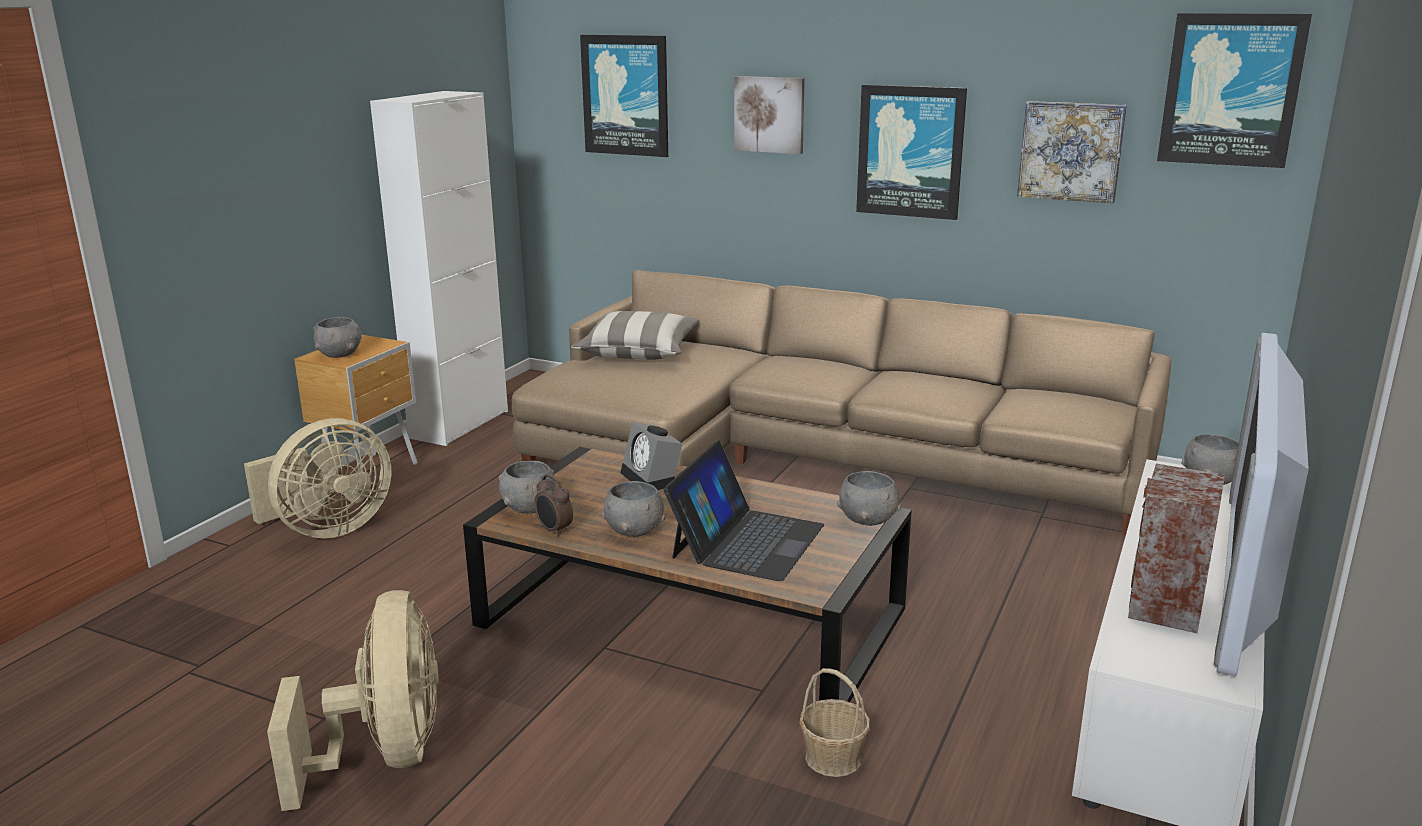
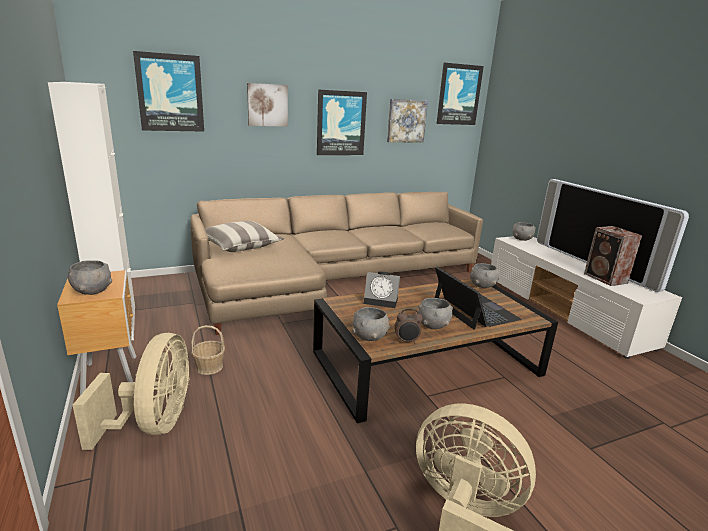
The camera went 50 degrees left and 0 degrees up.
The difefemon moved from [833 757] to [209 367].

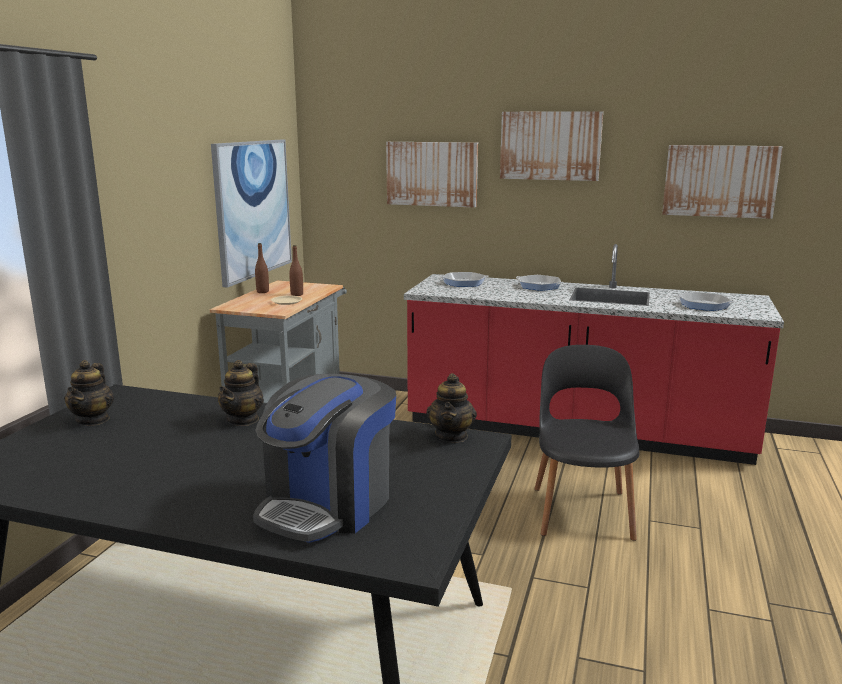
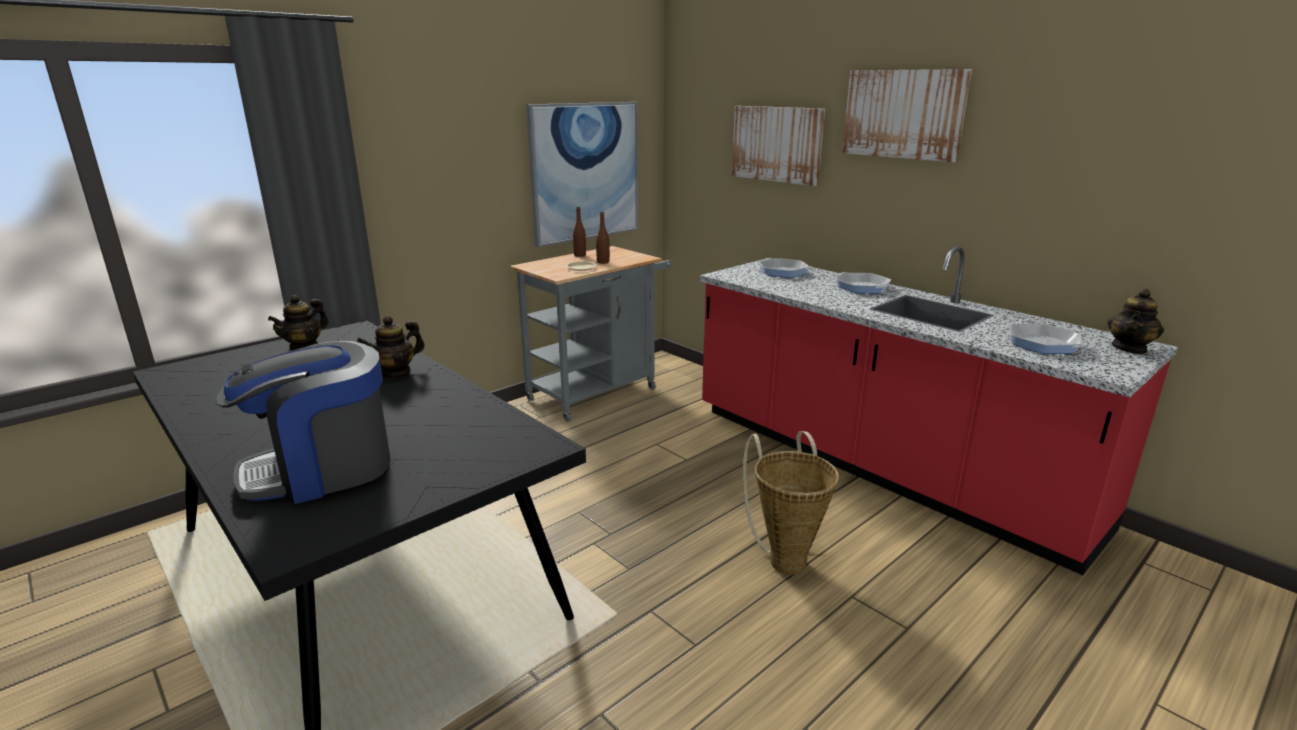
The camera went 30 degrees right and 5 degrees up.
The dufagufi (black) at [582 510] was replaced by the difefemon at [785 557].
The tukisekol moved from [451 436] to [1129 348].
The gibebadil at [720 181] disappeared.

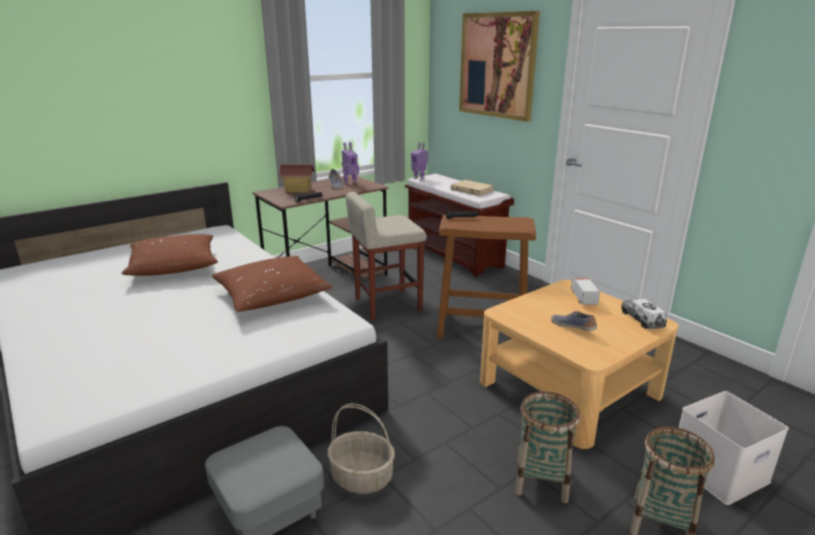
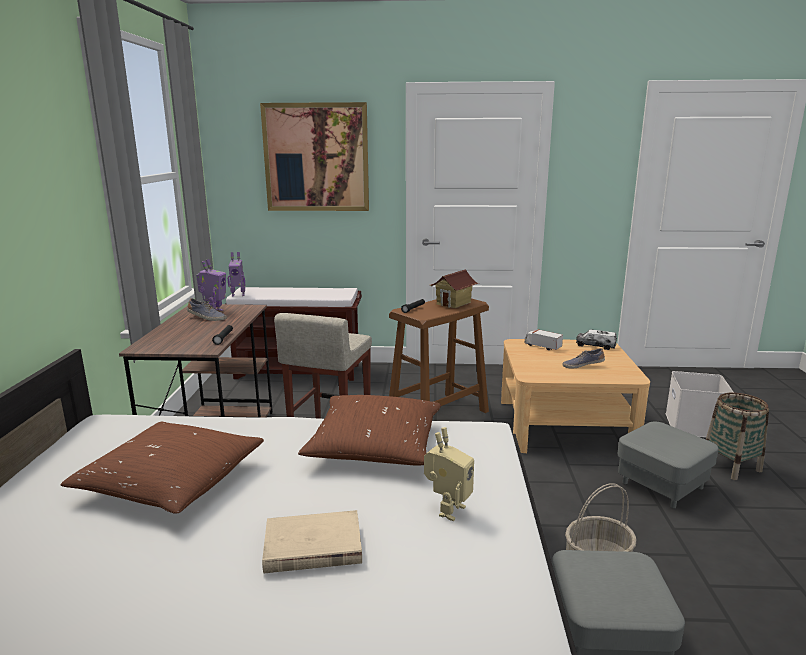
The camera went 50 degrees left and 5 degrees down.
The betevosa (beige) moved from [472 190] to [312 547].
The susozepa at [447 509] appeared.
The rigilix moved from [298 190] to [454 303].
The difefemon at [541 480] was replaced by the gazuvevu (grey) at [661 485].

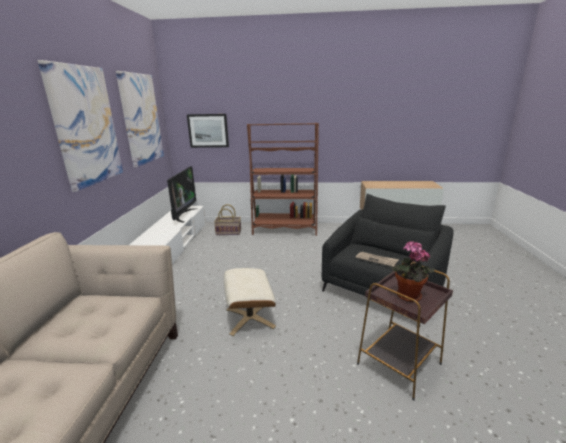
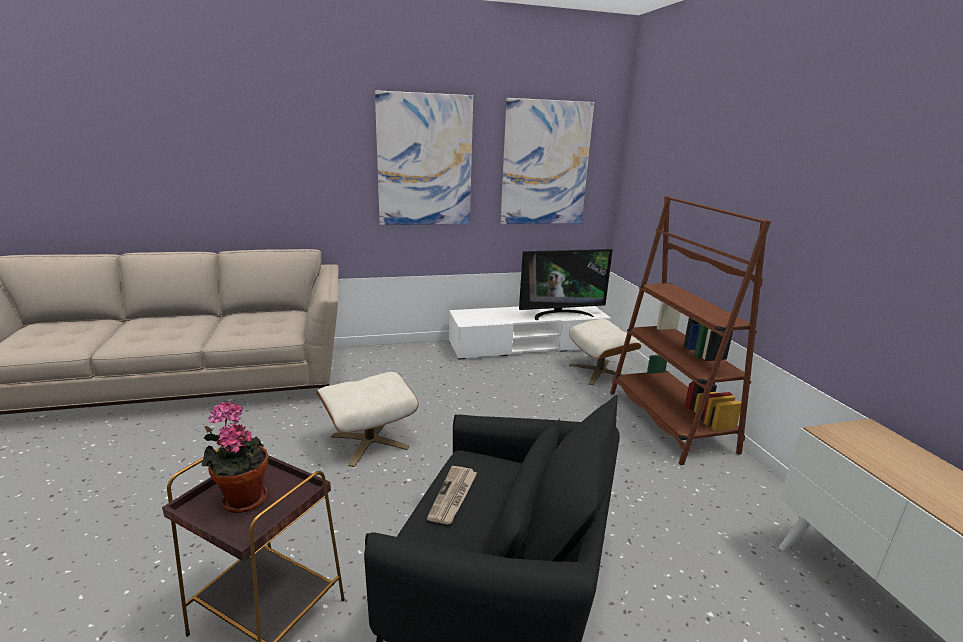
The camera went 70 degrees right and 0 degrees up.
The difefemon at [229 232] was replaced by the gazuvevu (beige) at [599 372].
The gibebadil at [208 130] disappeared.

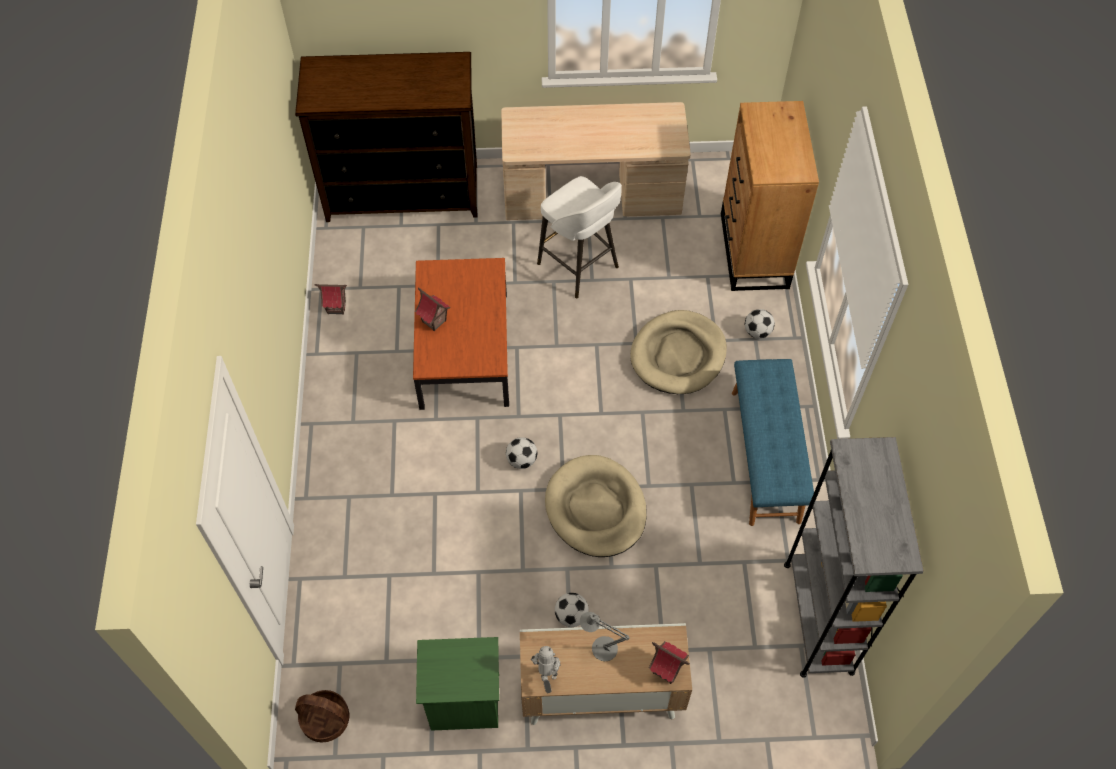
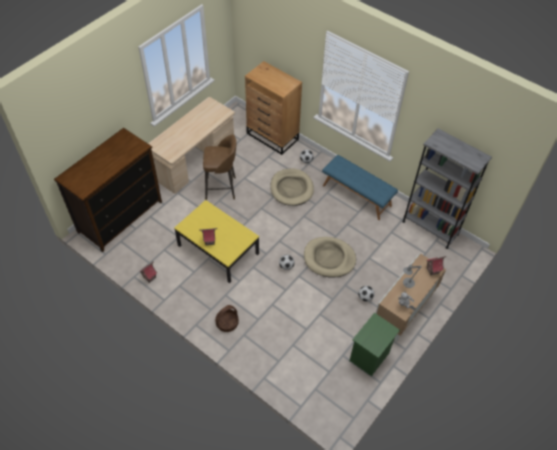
The camera went 50 degrees left and 5 degrees down.
The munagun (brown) at [464 350] became the munagun (yellow) at [218 249].
The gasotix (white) at [579 267] became the gasotix (brown) at [222 188].
The difefemon moved from [325 720] to [227 323].

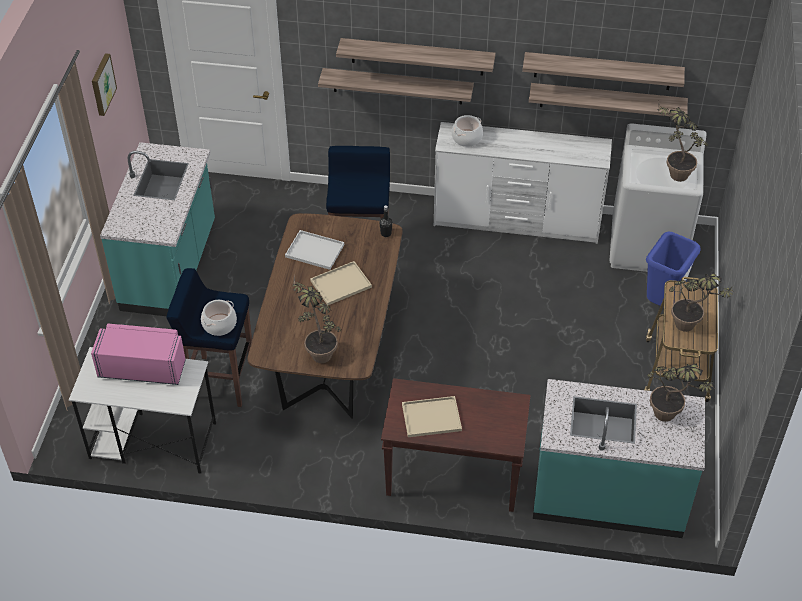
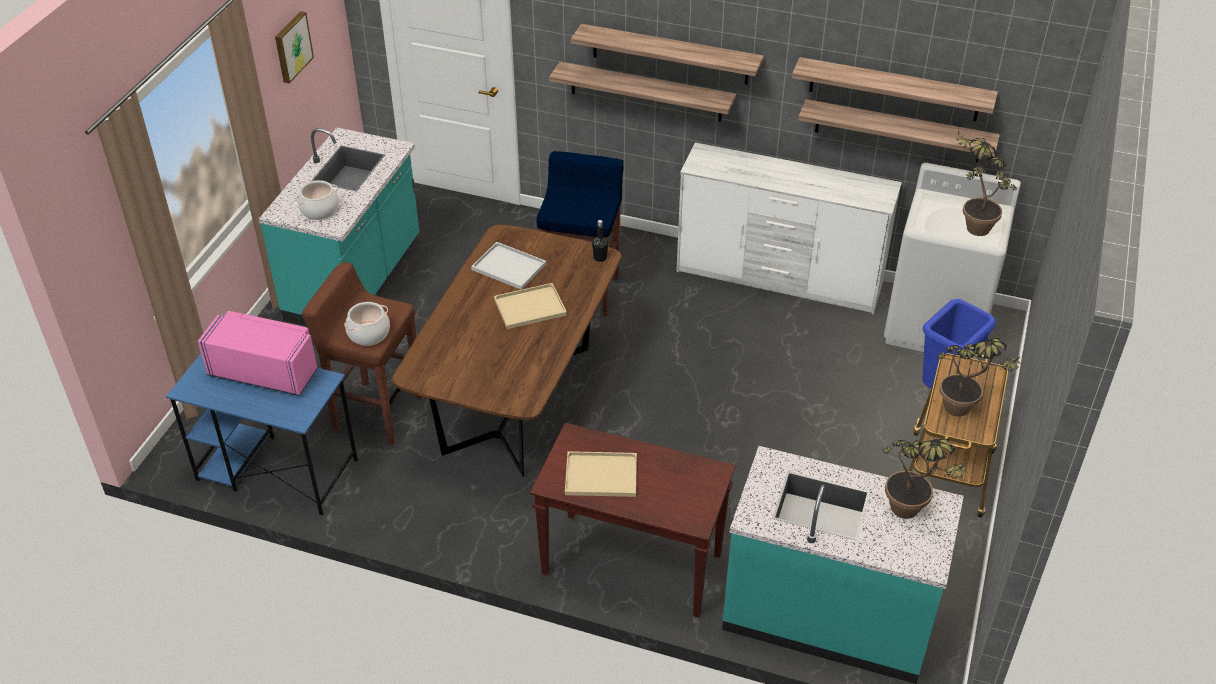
The camera went 10 degrees right and 5 degrees down.
The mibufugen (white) at [152 441] became the mibufugen (blue) at [276 470].
The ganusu moved from [466 138] to [319 210].
The gasotix (blue) at [220 381] became the gasotix (brown) at [376 413].
The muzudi at [317 351] disappeared.

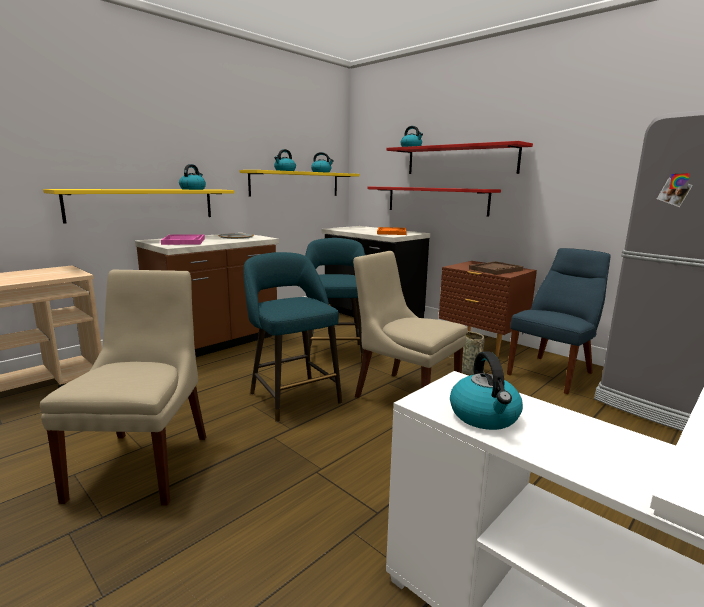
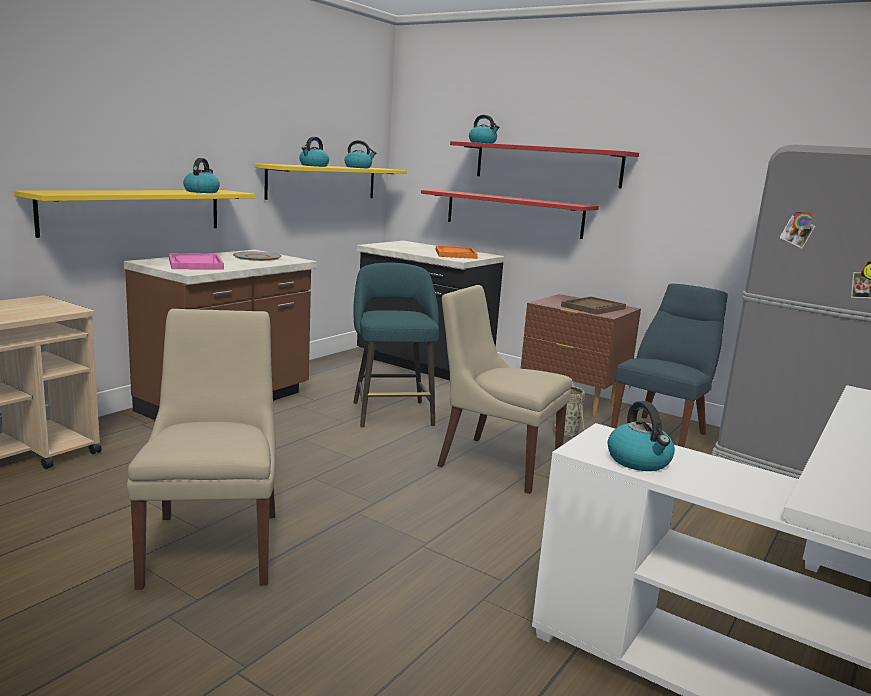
The camera went 10 degrees left and 0 degrees up.
The gasotix (turquoise) at [292 396] disappeared.

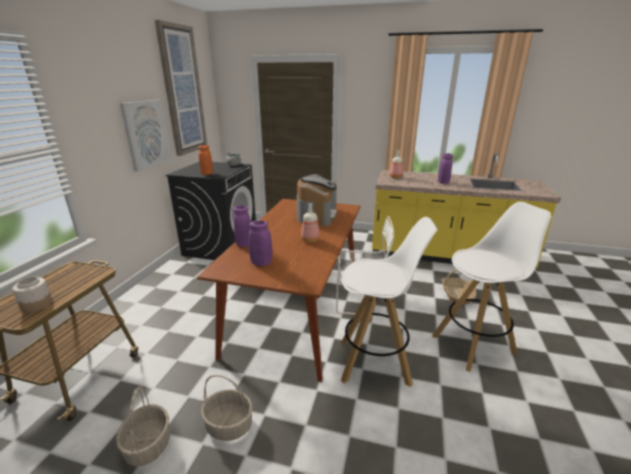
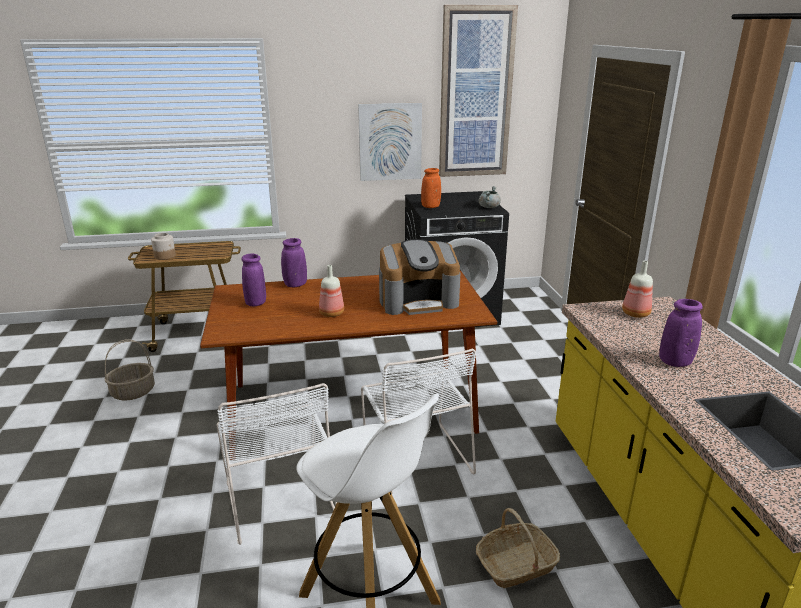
The camera went 65 degrees right and 0 degrees up.
The gasotix (white) at [375 362] was replaced by the dufagufi (white) at [279 495].
The difefemon at [228 425] disappeared.

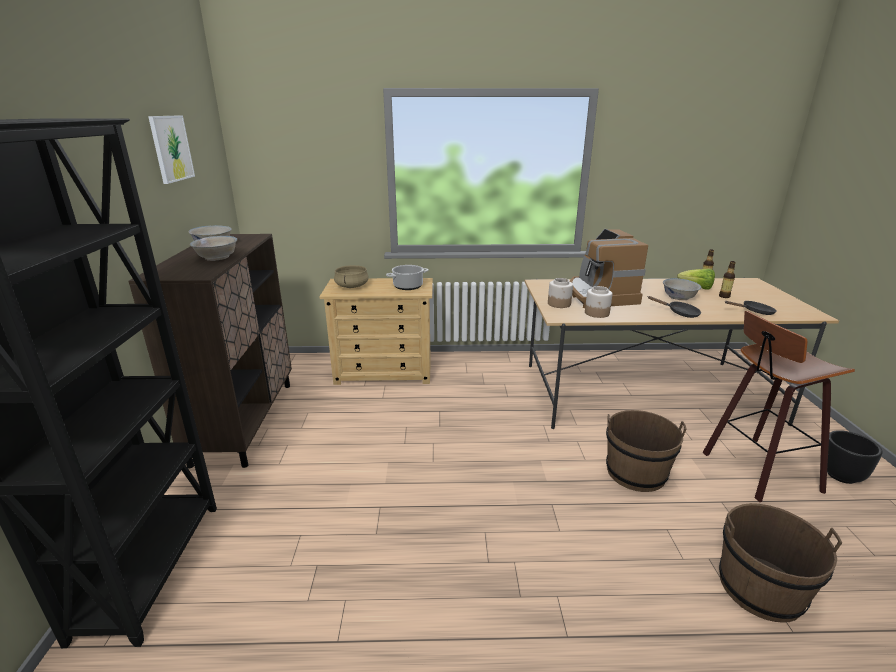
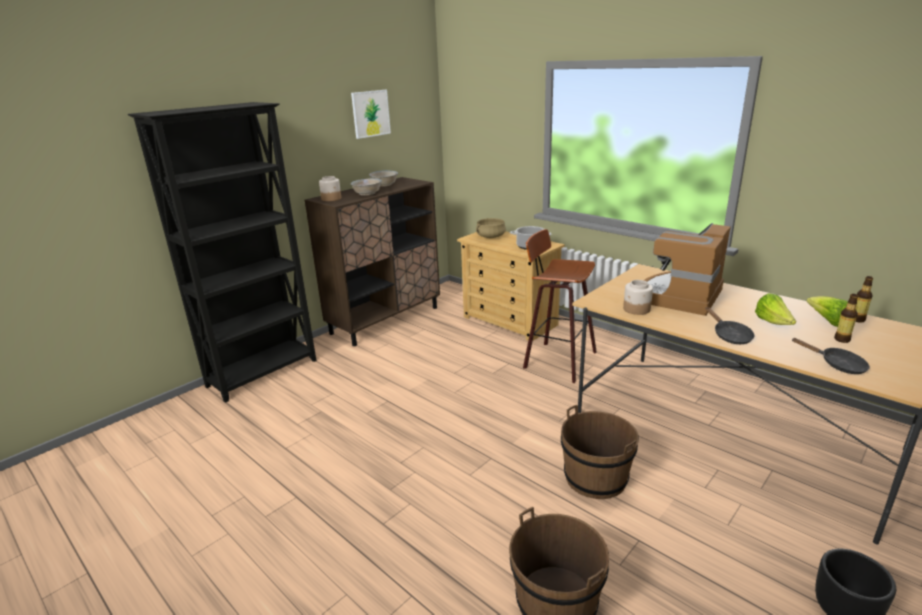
The camera went 45 degrees right and 0 degrees up.
The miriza moved from [559 304] to [331 199].
The gasotix moved from [756 470] to [557 360].
The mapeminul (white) at [678 297] was replaced by the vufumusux at [773 323].

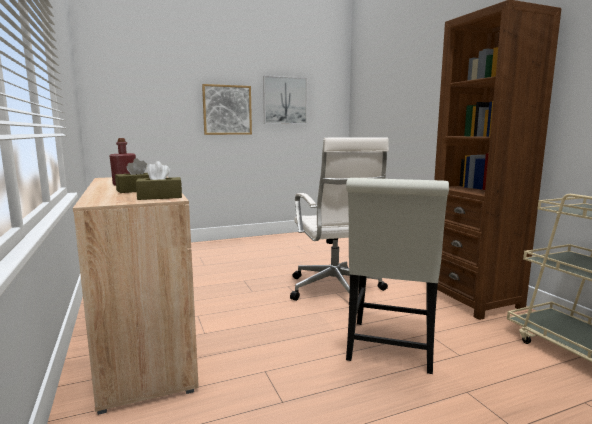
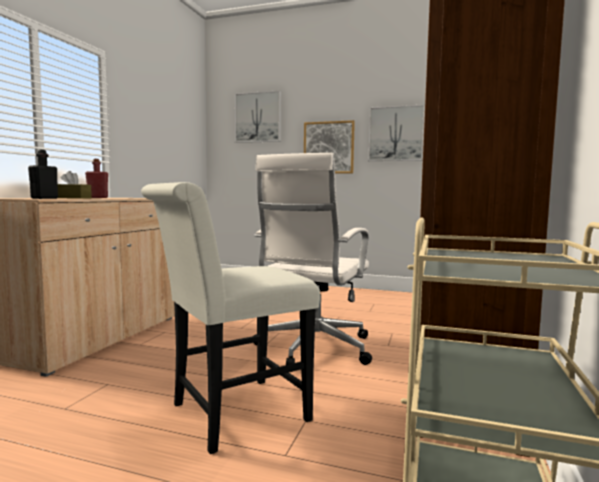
The camera went 40 degrees right and 5 degrees down.
The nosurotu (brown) at [160 197] was replaced by the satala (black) at [44 198].
The gibebadil at [258 117] appeared.

